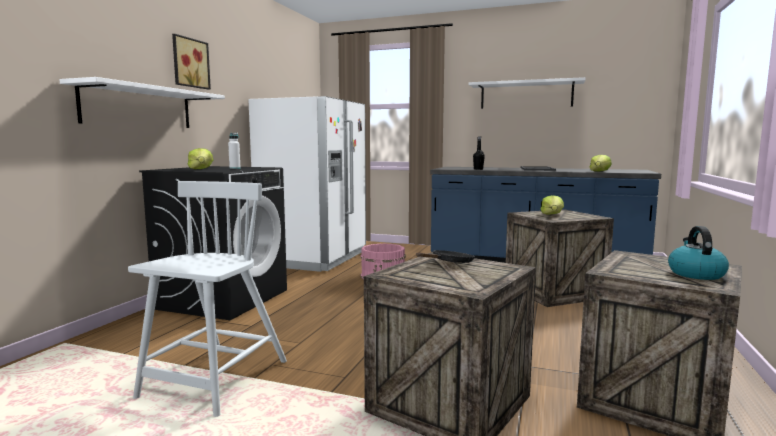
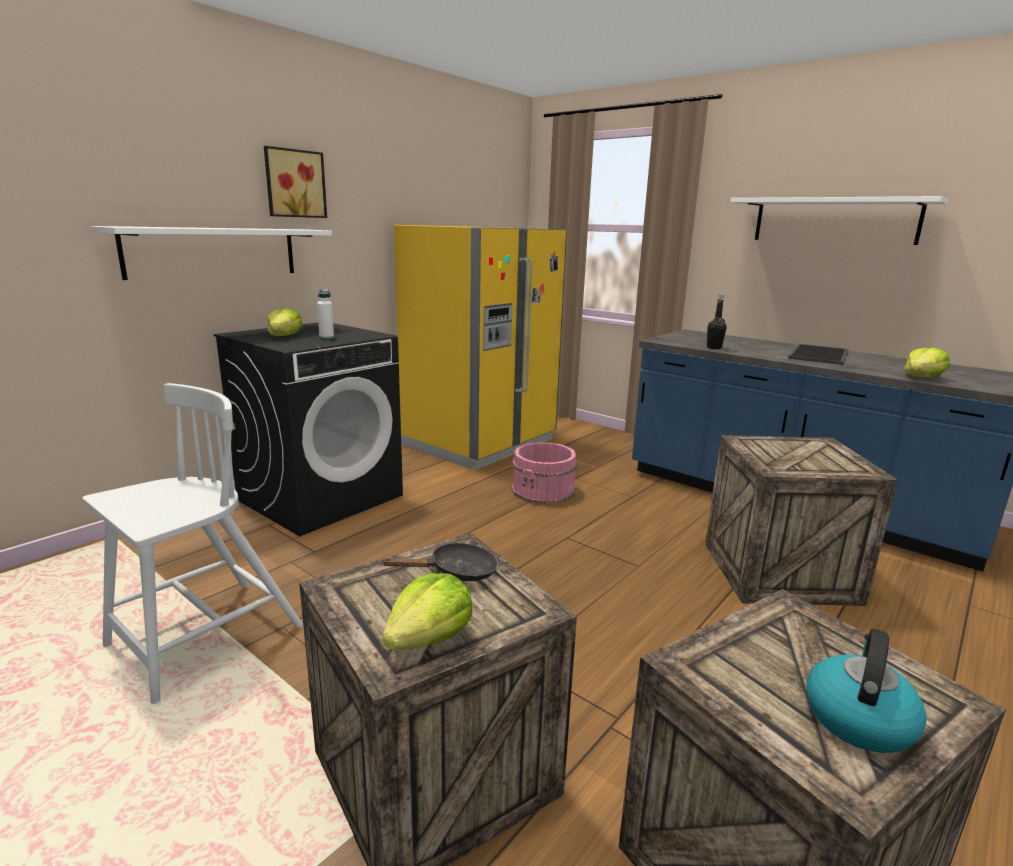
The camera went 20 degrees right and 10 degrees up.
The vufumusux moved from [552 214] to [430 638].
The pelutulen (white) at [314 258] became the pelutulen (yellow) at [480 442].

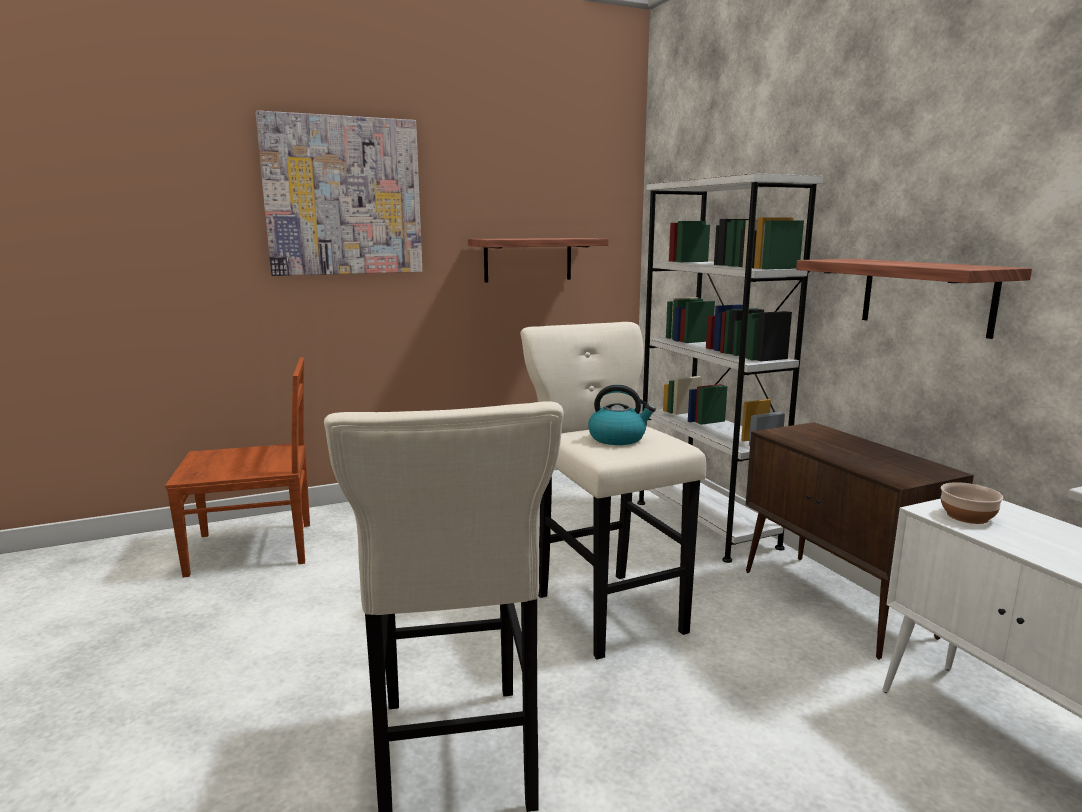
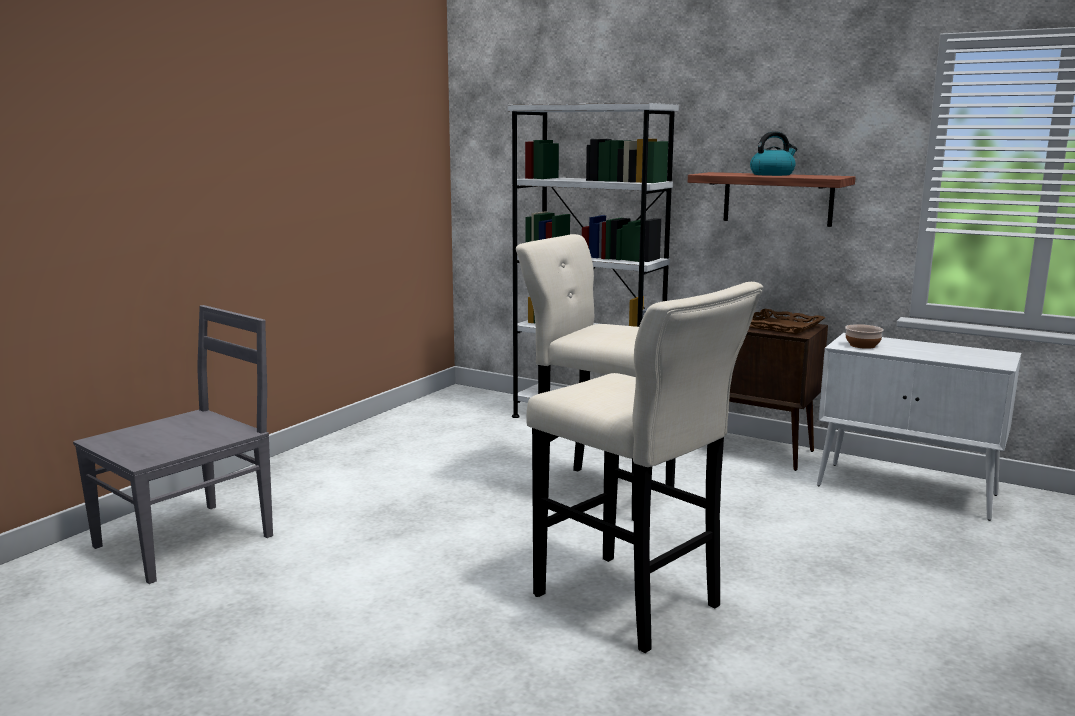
The camera went 35 degrees left and 0 degrees up.
The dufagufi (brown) at [255 548] became the dufagufi (grey) at [189 540].
The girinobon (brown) at [780 326] appeared.
The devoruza moved from [618 438] to [772 174].
The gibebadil at [343 197] disappeared.
The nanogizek at [528 259] disappeared.

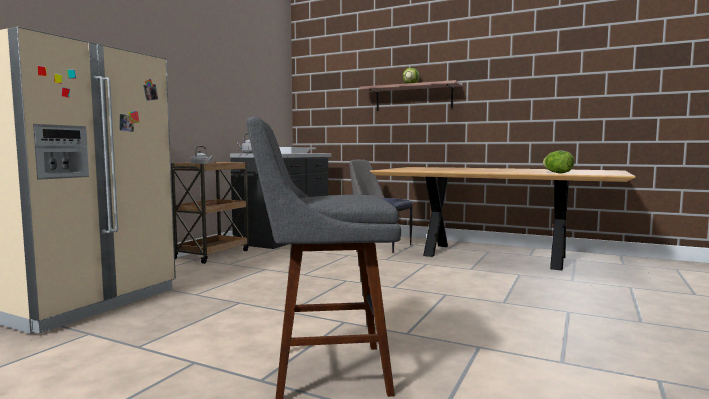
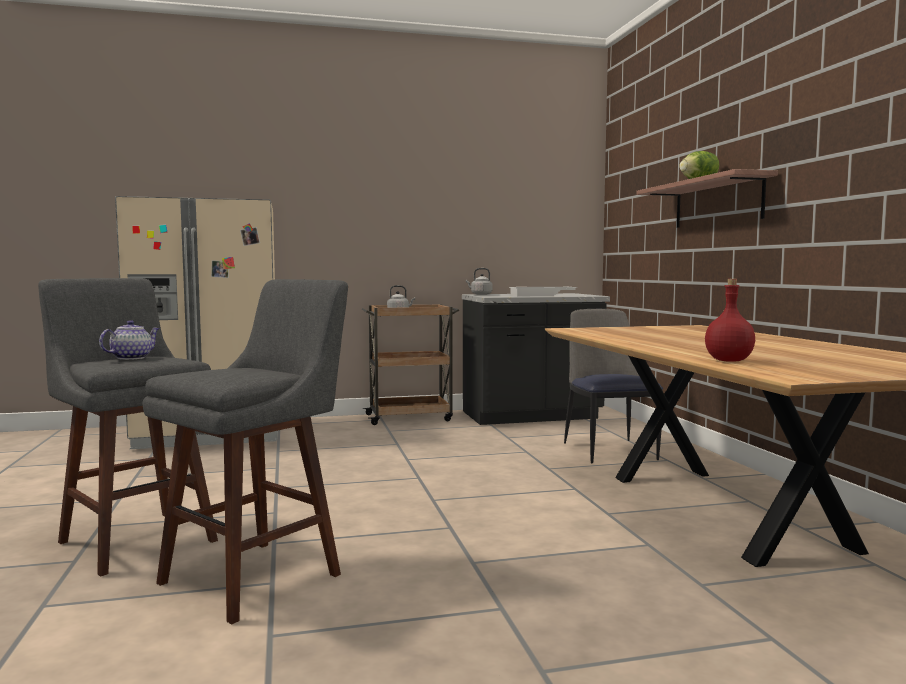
The camera went 50 degrees right and 0 degrees up.
The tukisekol at [132 358] appeared.
The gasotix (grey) at [258 575] appeared.
The vufumusux at [557 173] was replaced by the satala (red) at [728 361].

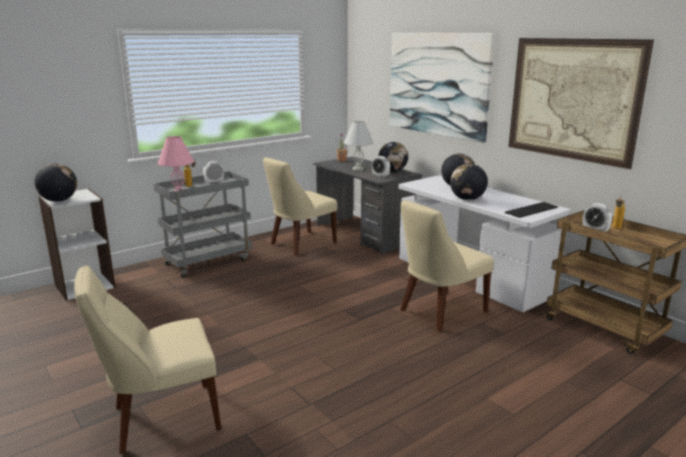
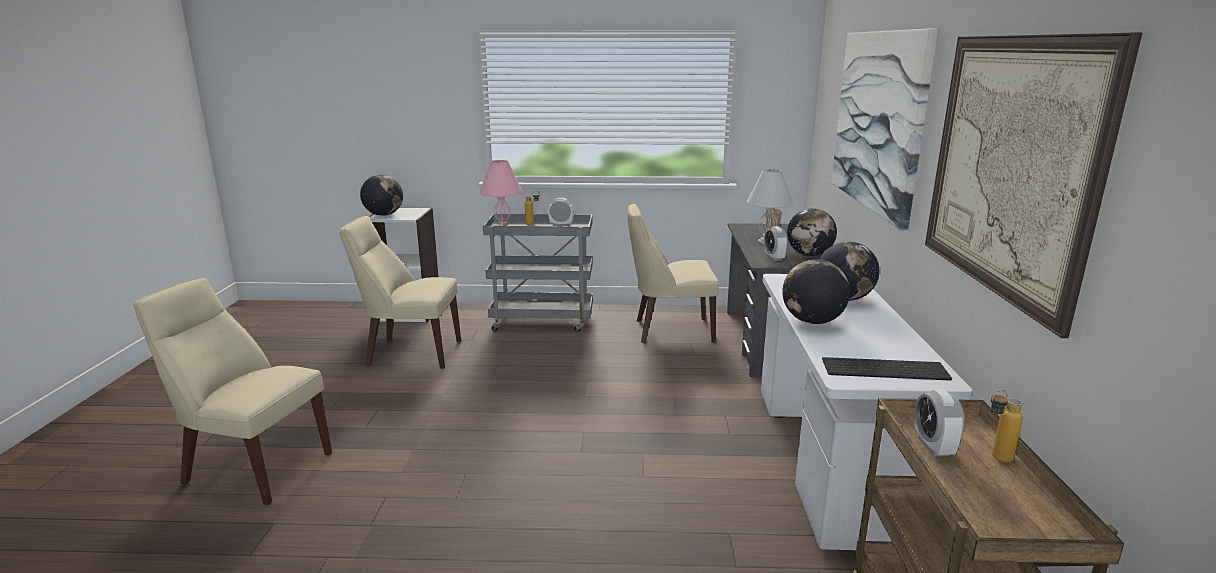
The camera went 40 degrees right and 0 degrees up.
The dufagufi (beige) moved from [439 312] to [410 353].

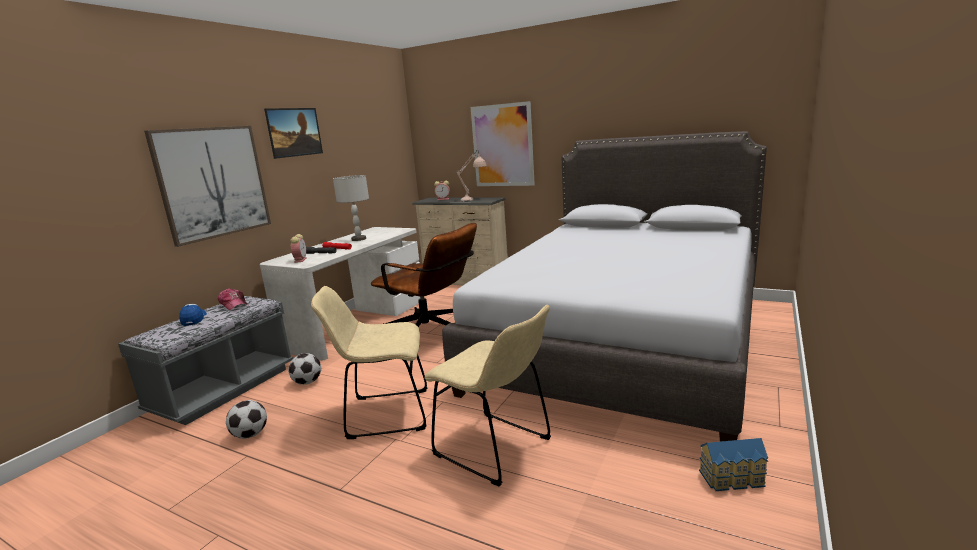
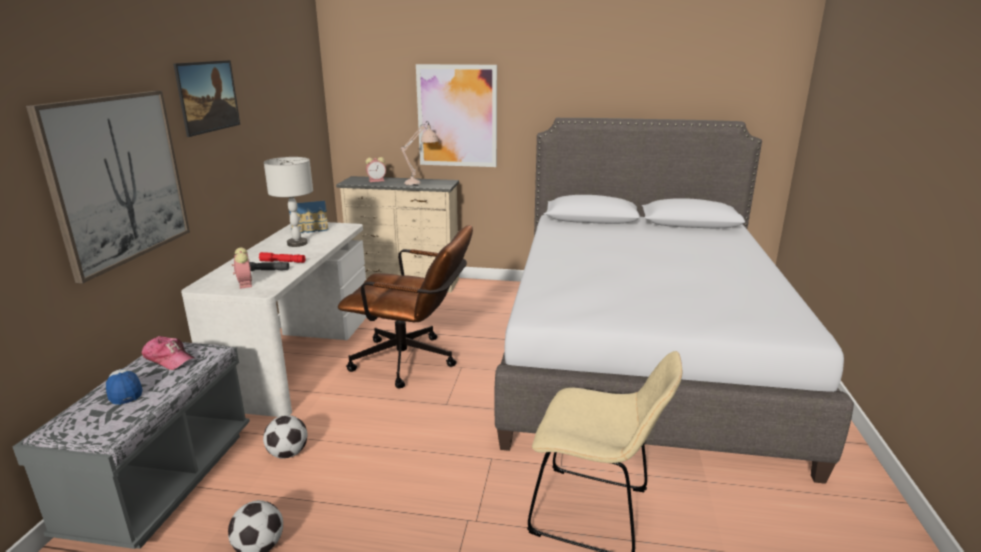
The camera went 20 degrees left and 5 degrees up.
The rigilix moved from [733 479] to [310 229].
The dufagufi (beige) at [383 414] disappeared.

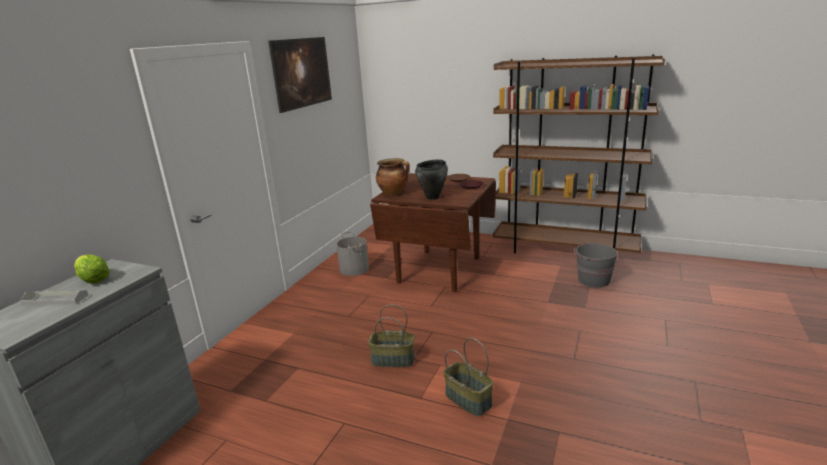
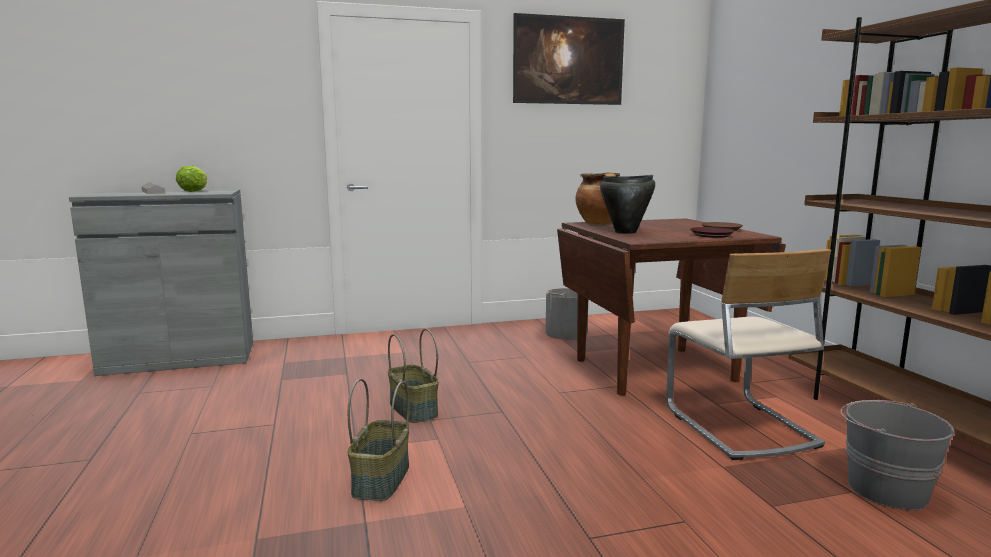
The camera went 50 degrees right and 10 degrees down.
The dufagufi (beige) at [738 427] appeared.

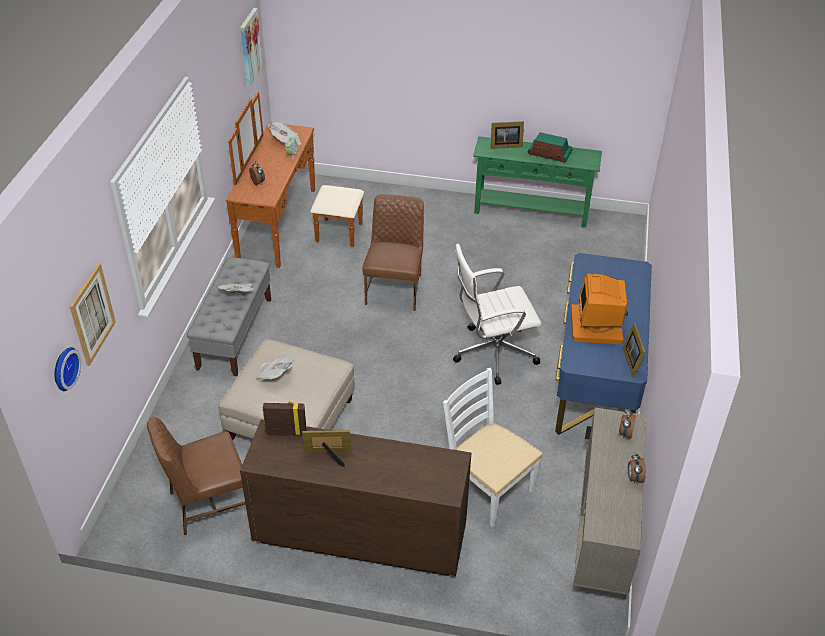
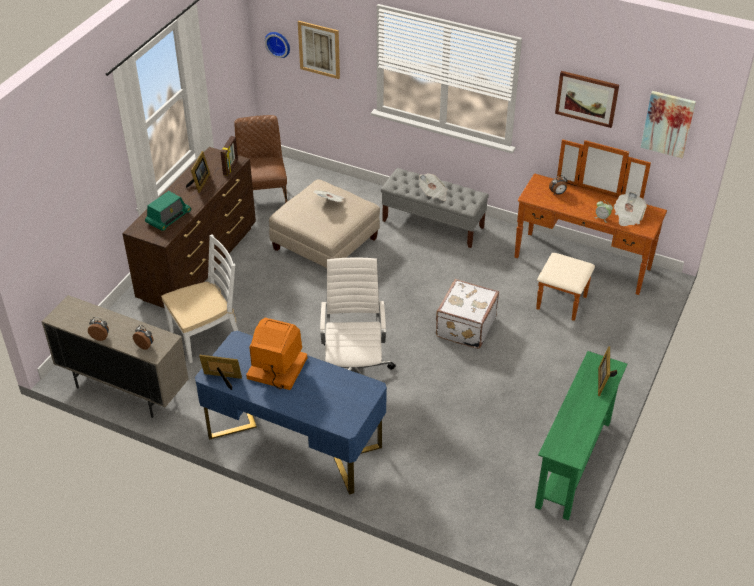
The camera went 105 degrees right and 0 degrees up.
The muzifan moved from [549 154] to [168 218].
The dufagufi (brown) at [395 288] was replaced by the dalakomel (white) at [464 327].
The gibebadil at [587 98] appeared.

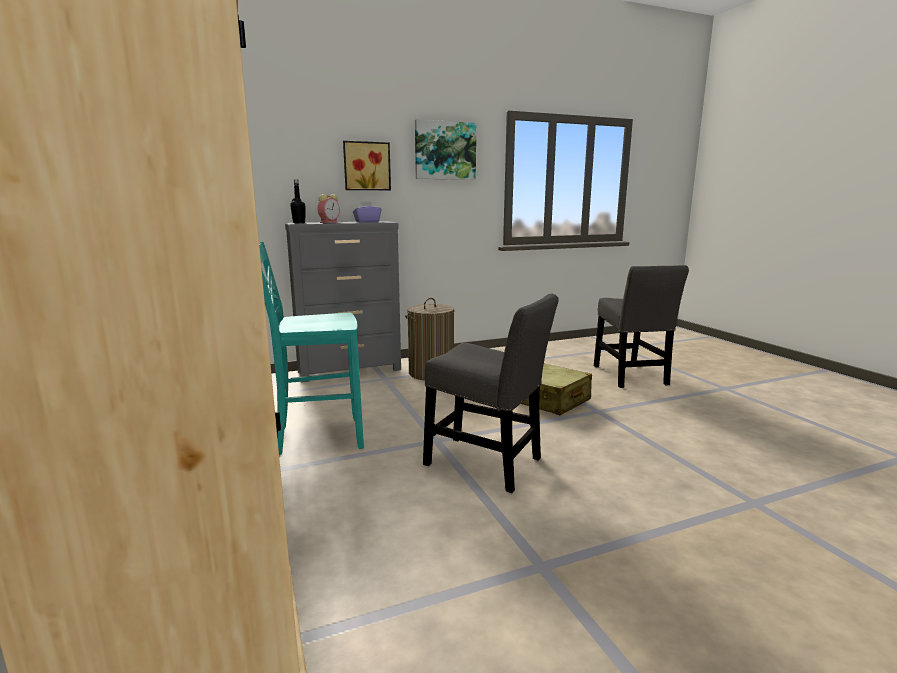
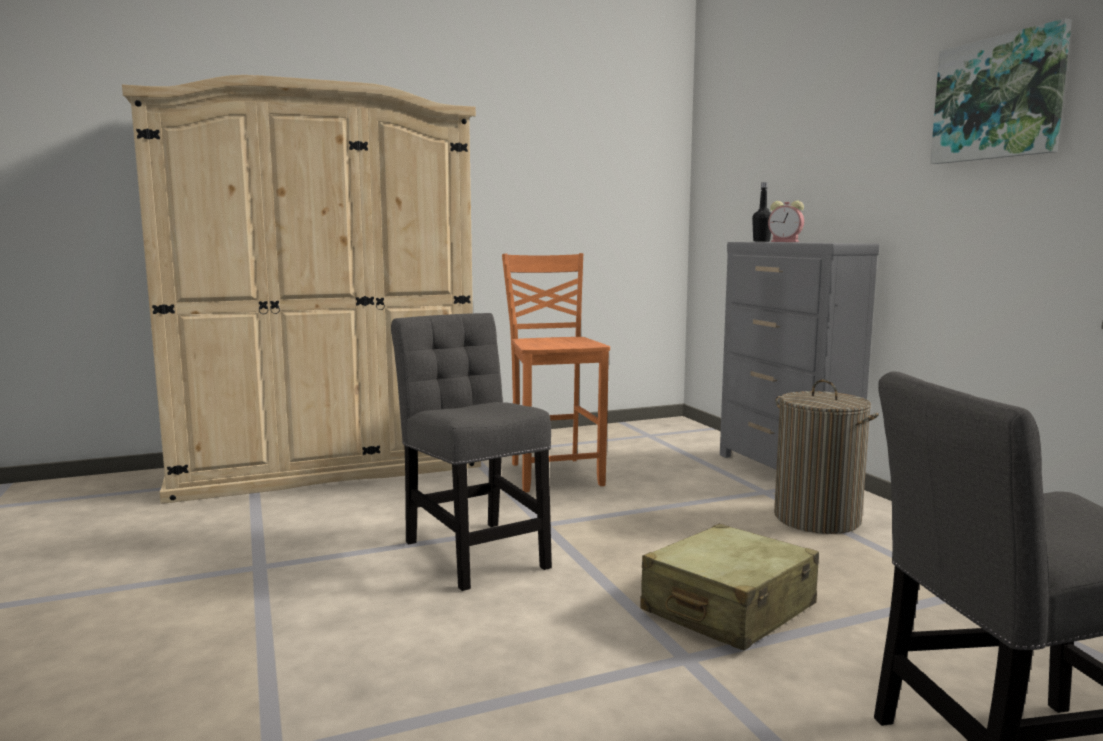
The camera went 90 degrees right and 5 degrees down.
The dufagufi (grey) at [488 464] turned 120 degrees clockwise.
The dufagufi (turquoise) at [318 437] became the dufagufi (orange) at [554 474].
The gibebadil at [366 166] disappeared.
The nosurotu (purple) at [367 222] disappeared.

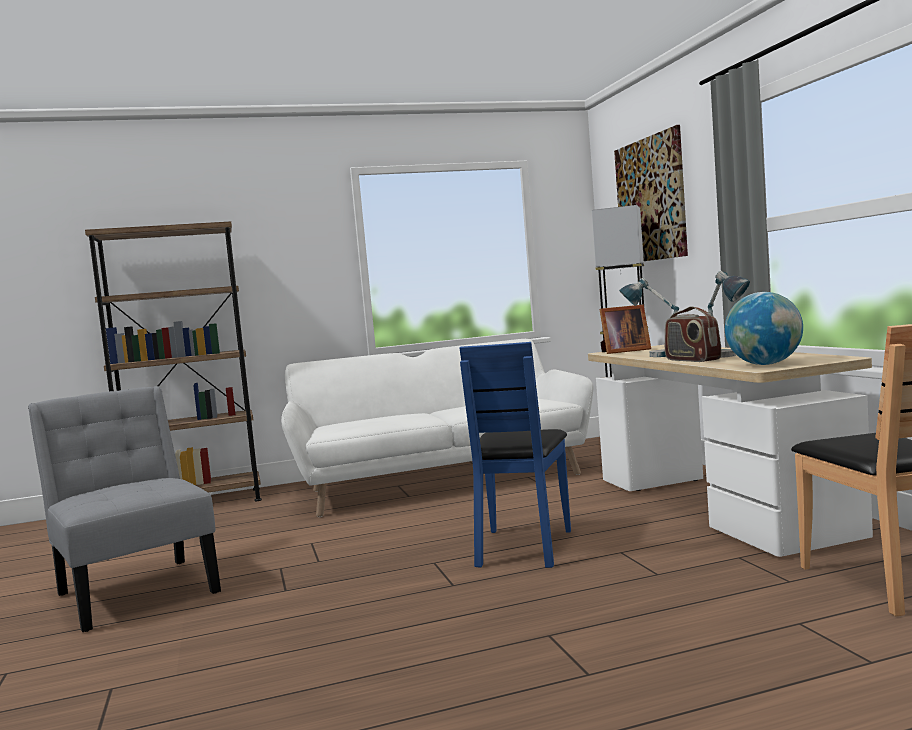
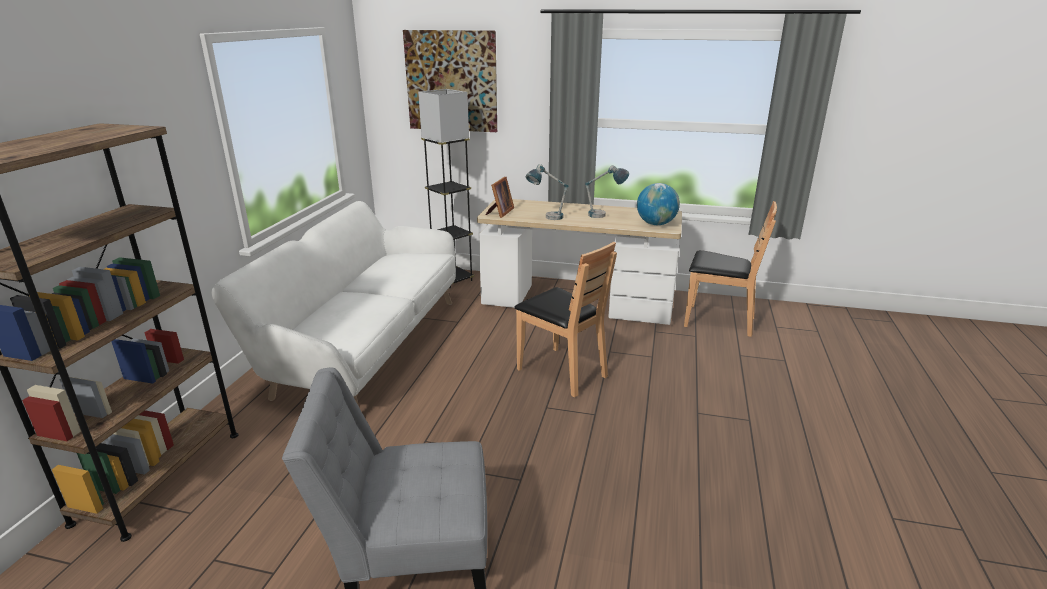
The camera went 60 degrees left and 20 degrees up.
The dufagufi (blue) at [523 547] became the dufagufi (brown) at [562 372].
The muzifan at [692 360] disappeared.

